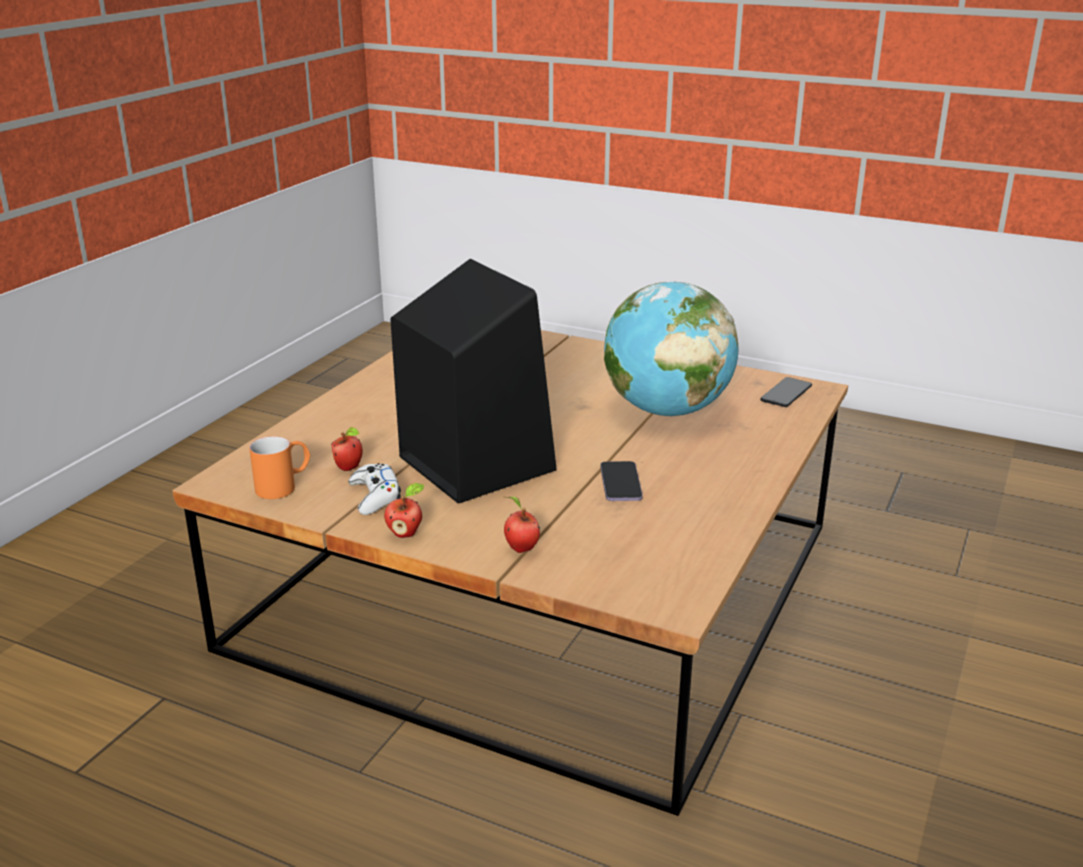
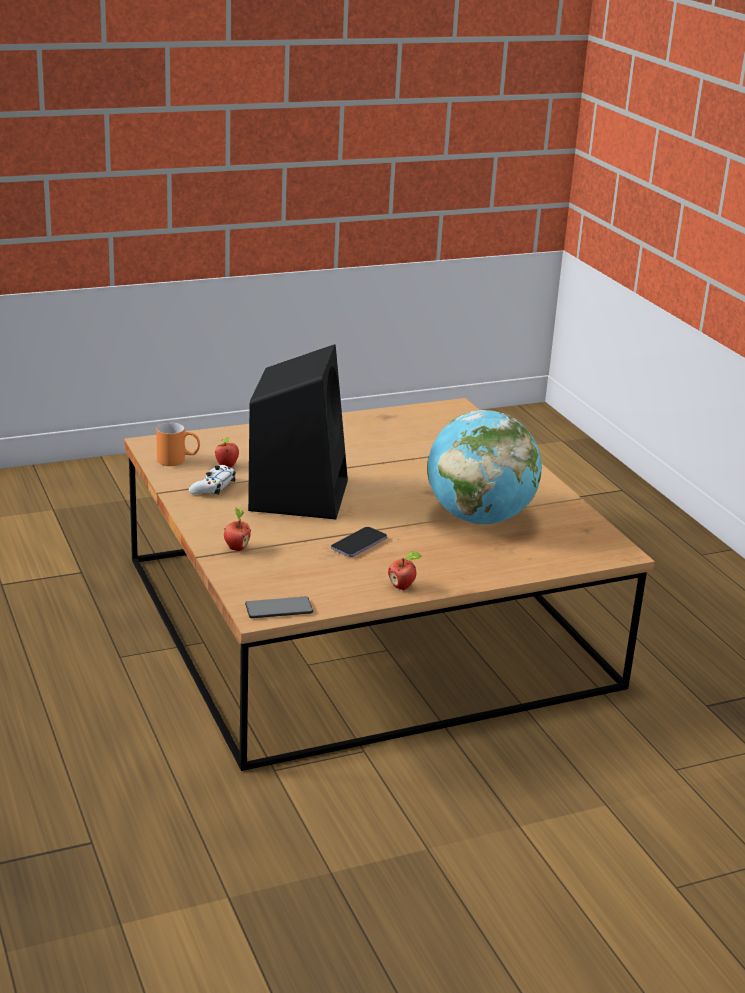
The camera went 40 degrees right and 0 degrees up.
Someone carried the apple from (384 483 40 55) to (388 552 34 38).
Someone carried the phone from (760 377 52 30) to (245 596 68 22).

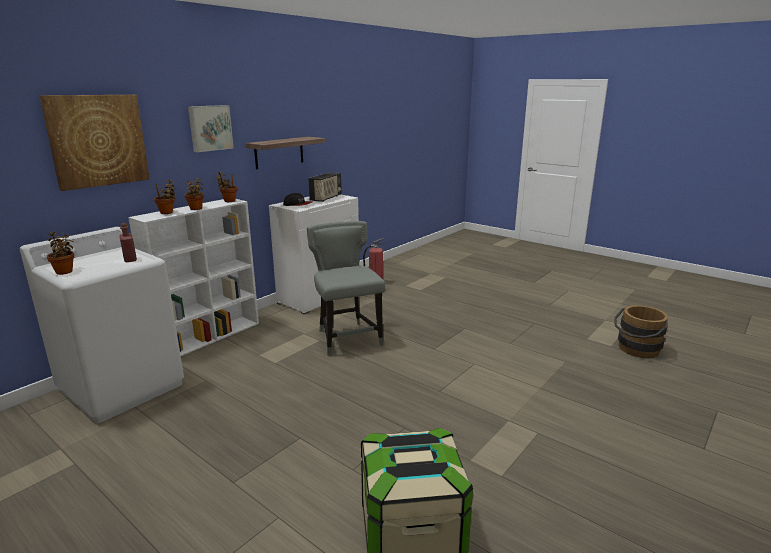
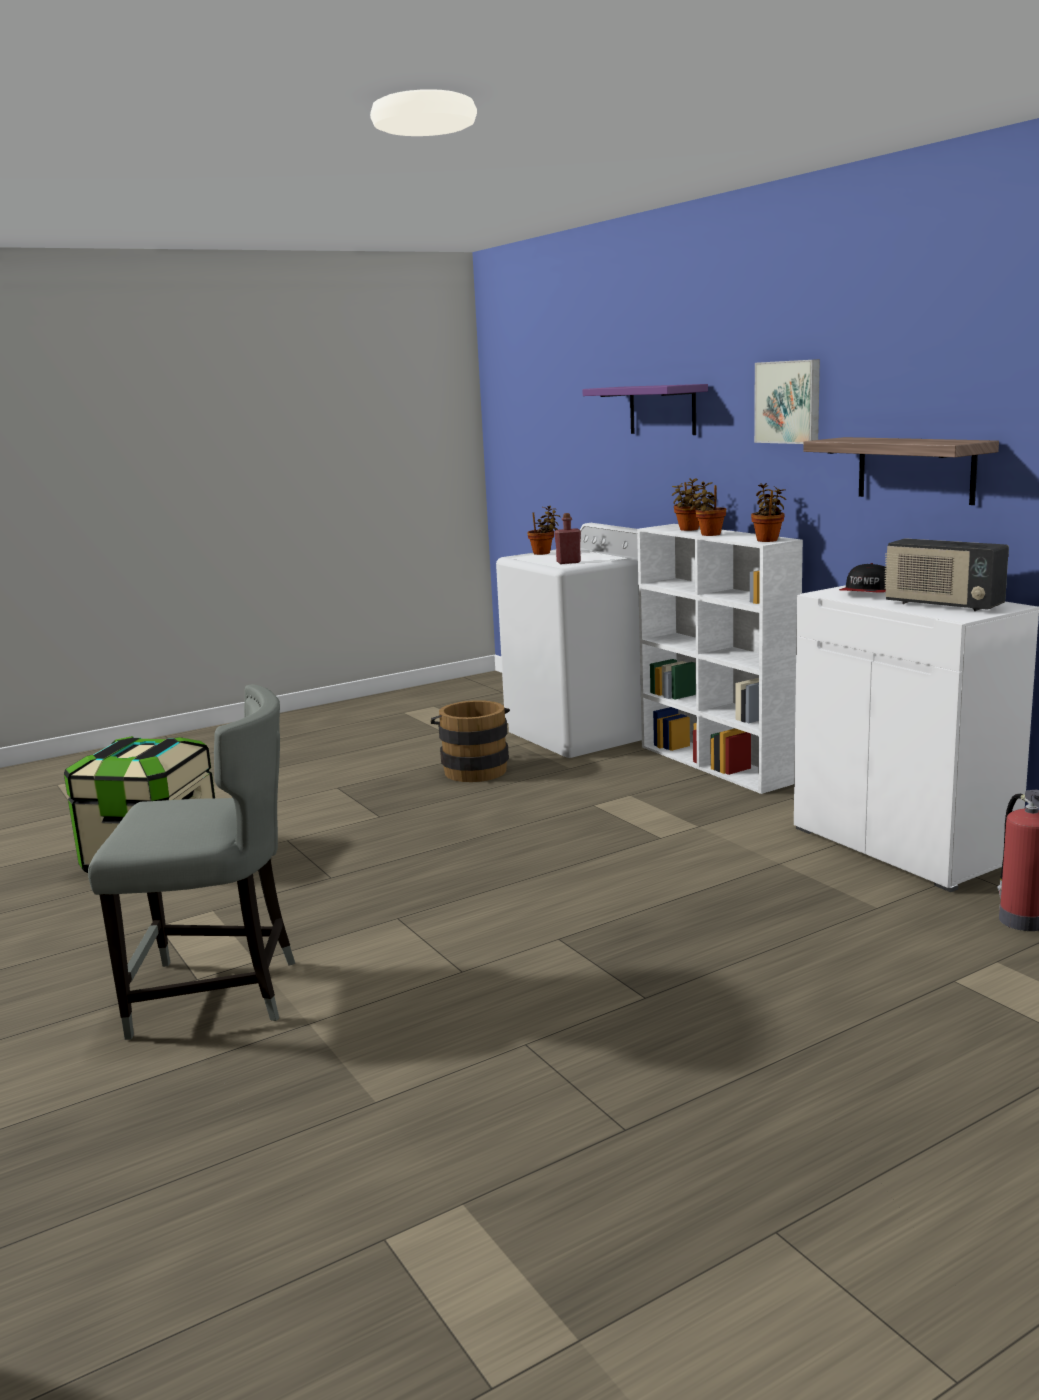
The camera went 110 degrees right and 5 degrees down.
Someone swapped the picture at (39 95 111 96) for the purple shelf at (582 384 126 51).
Someone carried the grey chair from (307 221 78 135) to (88 684 207 356).
Someone carried the brown bucket from (614 305 54 53) to (431 700 79 82).

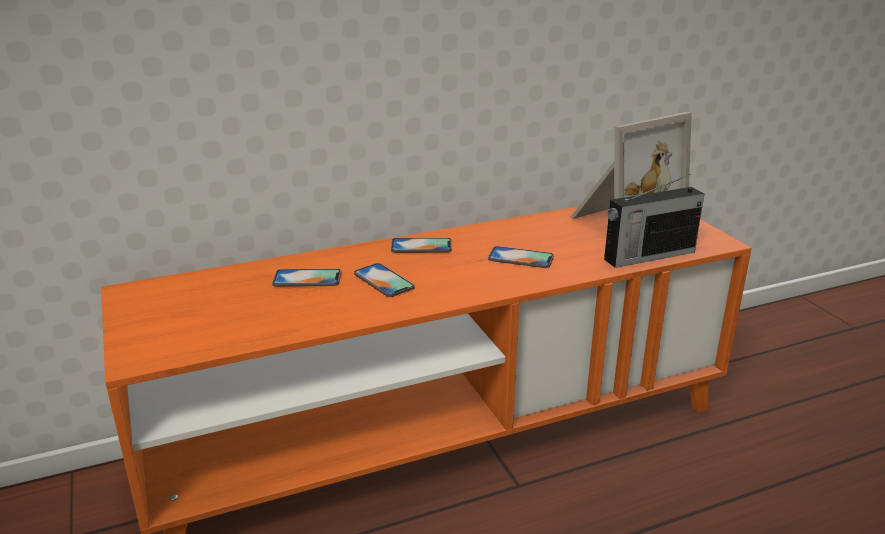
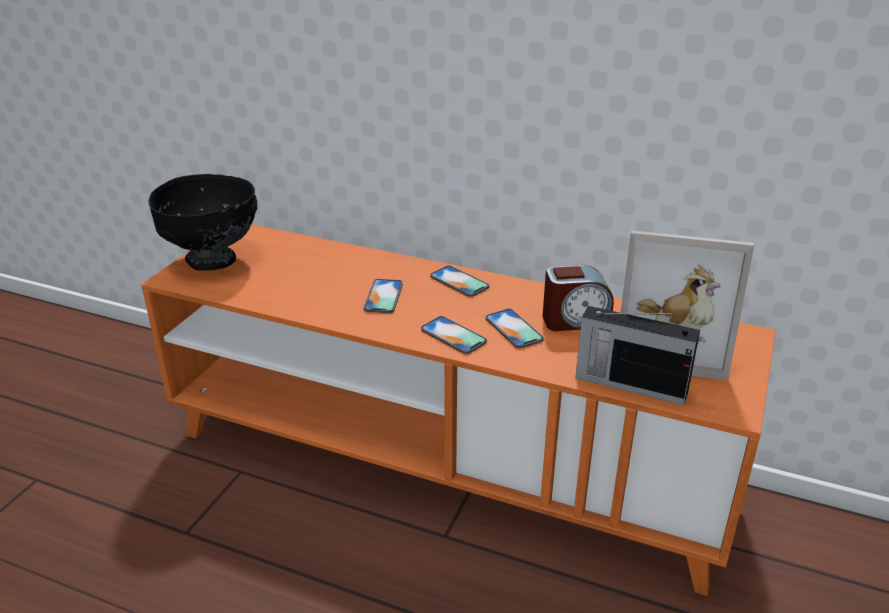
The camera went 45 degrees right and 5 degrees up.
Someone carried the phone from (272 269 69 18) to (421 316 66 38).
Someone put down the black bowl at (148 174 109 97).
Someone put down the alarm clock at (543 265 71 66).

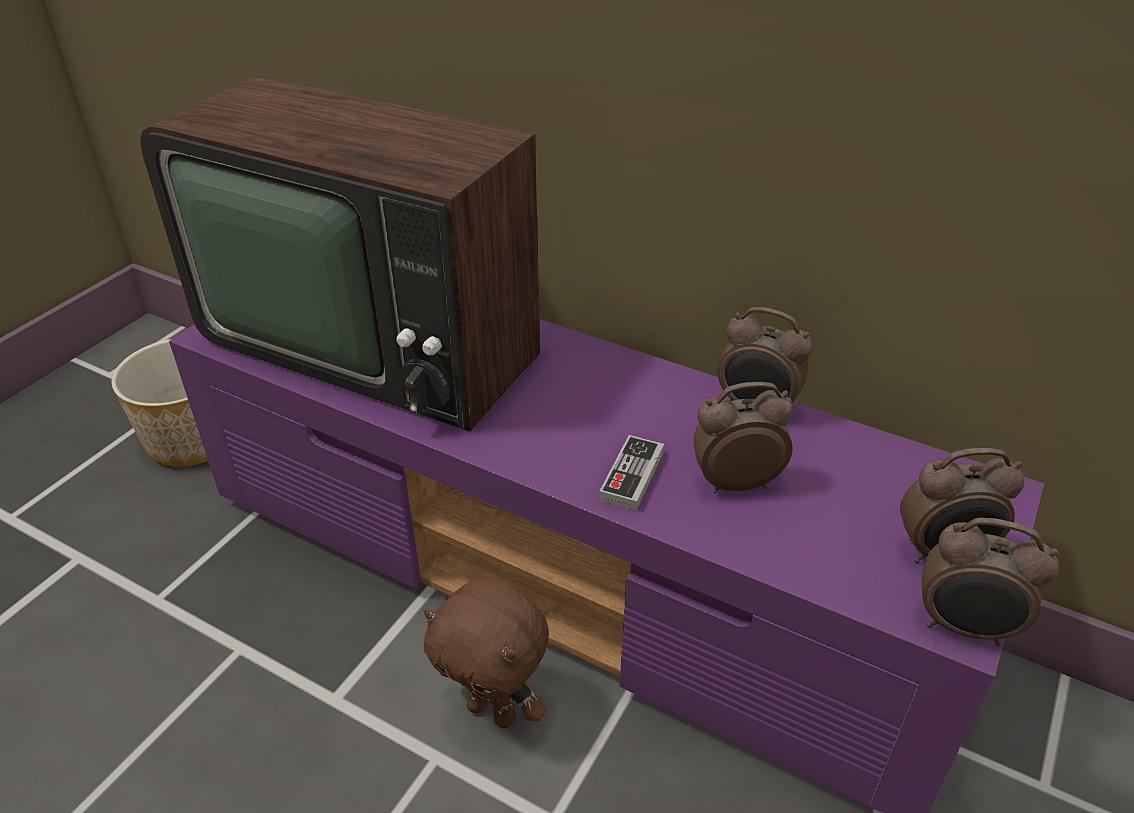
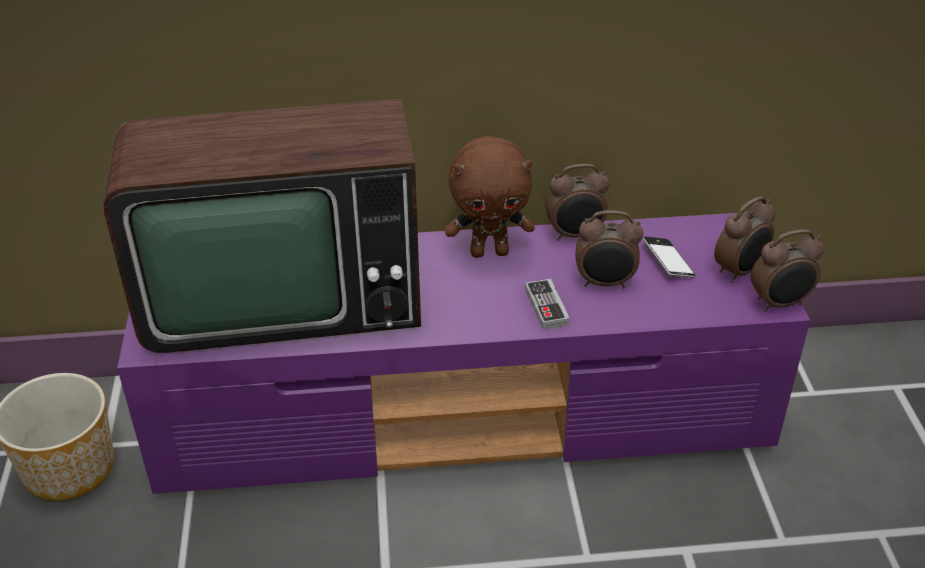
The camera went 35 degrees left and 0 degrees up.
Someone carried the brown plush toy from (423 578 126 150) to (445 136 90 122).
Someone rotated the alarm clock at (693 382 100 111) by 135 degrees counterclockwise.
Someone put down the phone at (643 236 53 42).

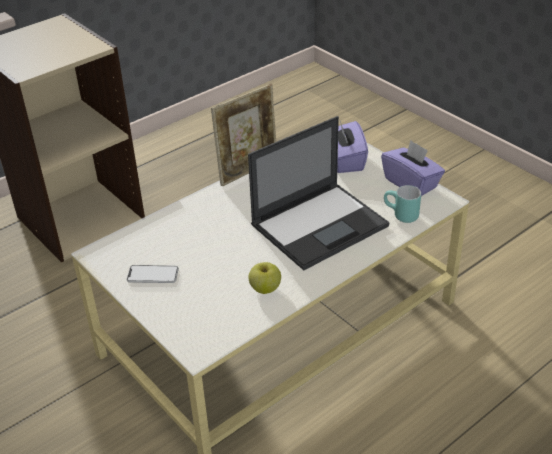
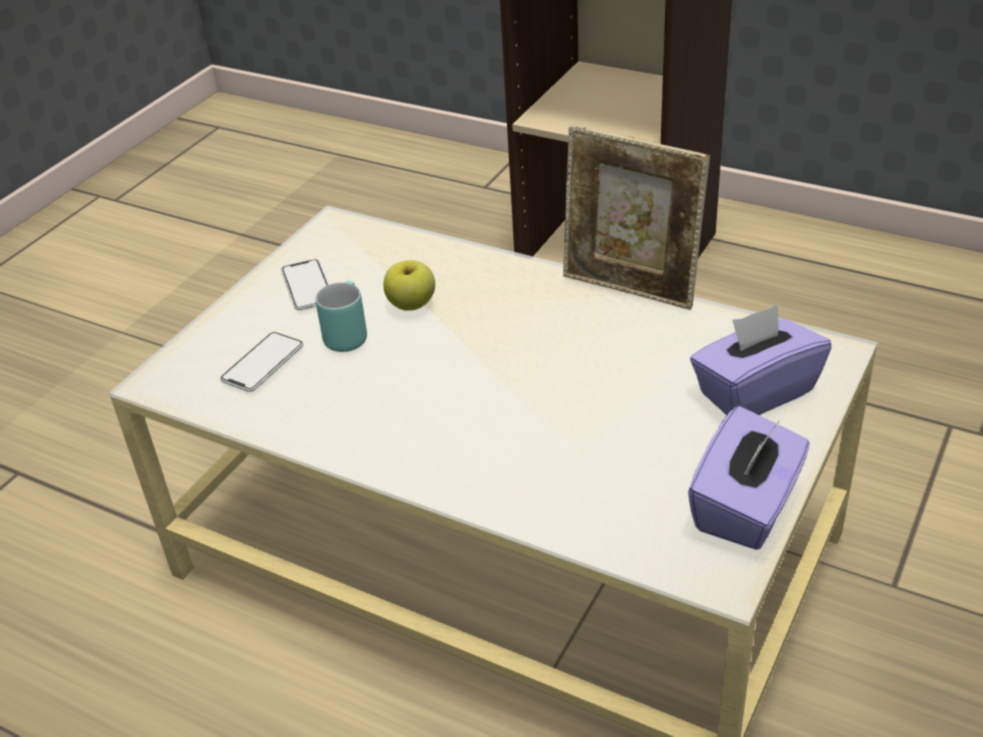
The camera went 70 degrees right and 0 degrees up.
Someone took away the laptop at (248 116 141 154).
Someone carried the apple from (249 262 32 32) to (383 260 52 51).
Someone carried the turquoise mug from (384 185 37 38) to (315 281 52 71).
Someone put down the phone at (220 332 83 60).

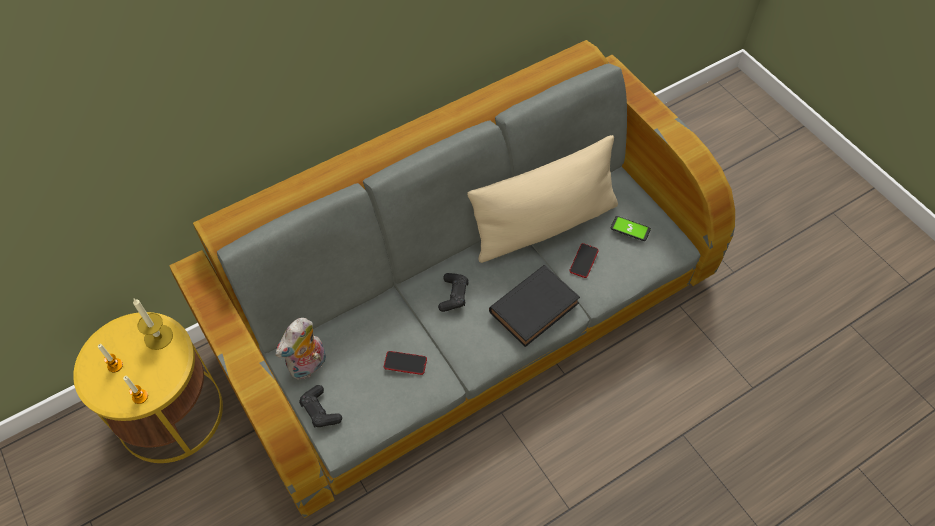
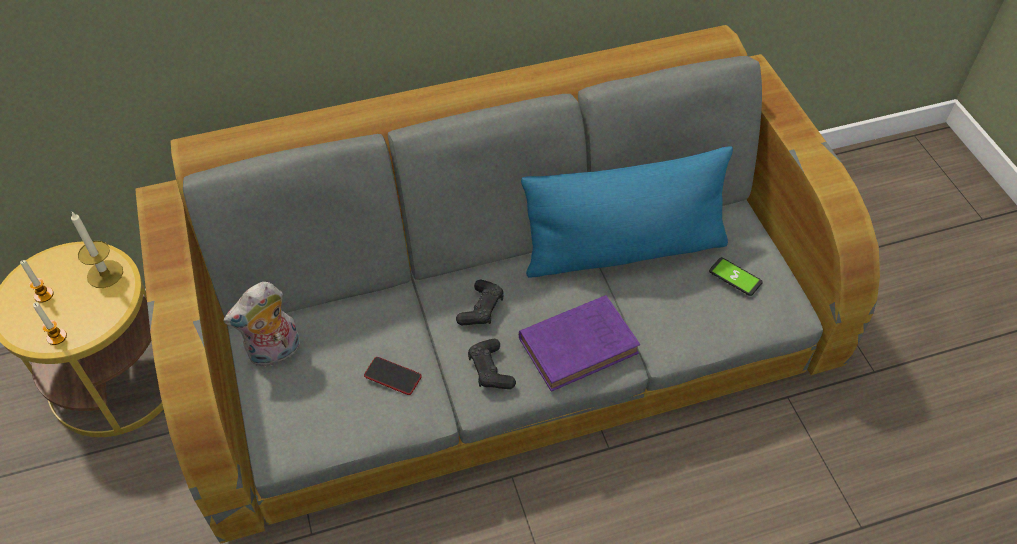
The camera went 15 degrees right and 5 degrees down.
Someone carried the black game controller from (299 385 43 42) to (468 339 48 50).
Someone repainted the beige pillow at (467 135 151 128), which became the blue pillow at (521 146 212 132).
Someone repainted the black book at (489 265 91 82), which became the purple book at (519 295 121 97).
Someone took away the phone at (569 243 30 35).

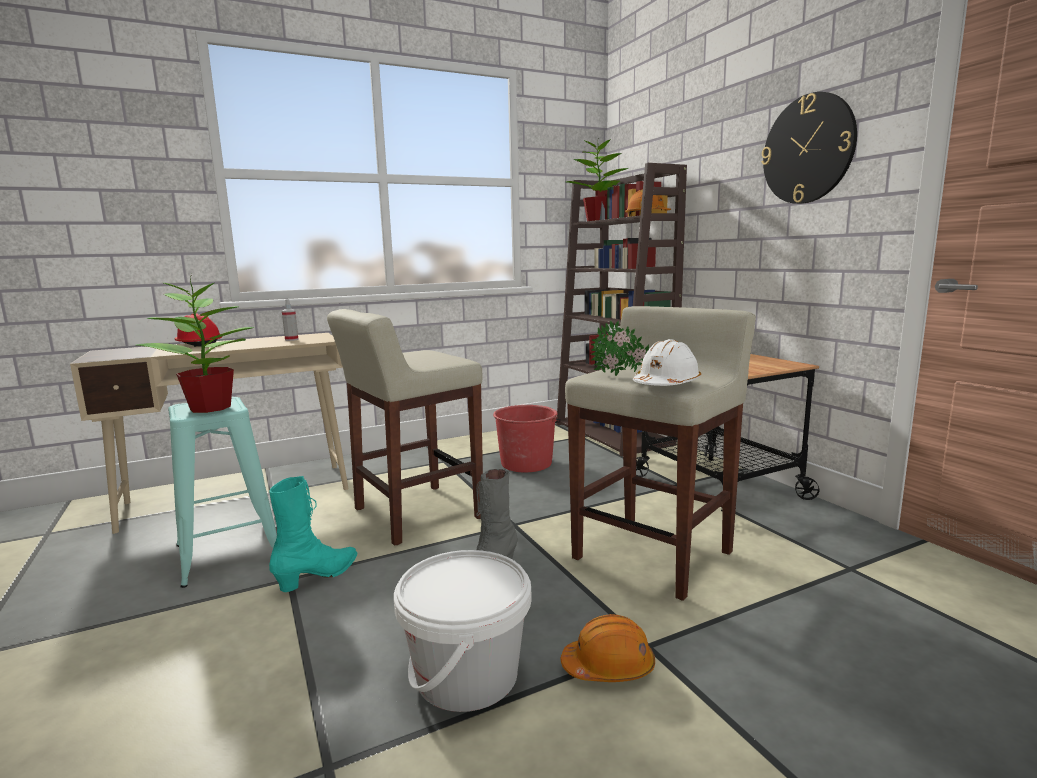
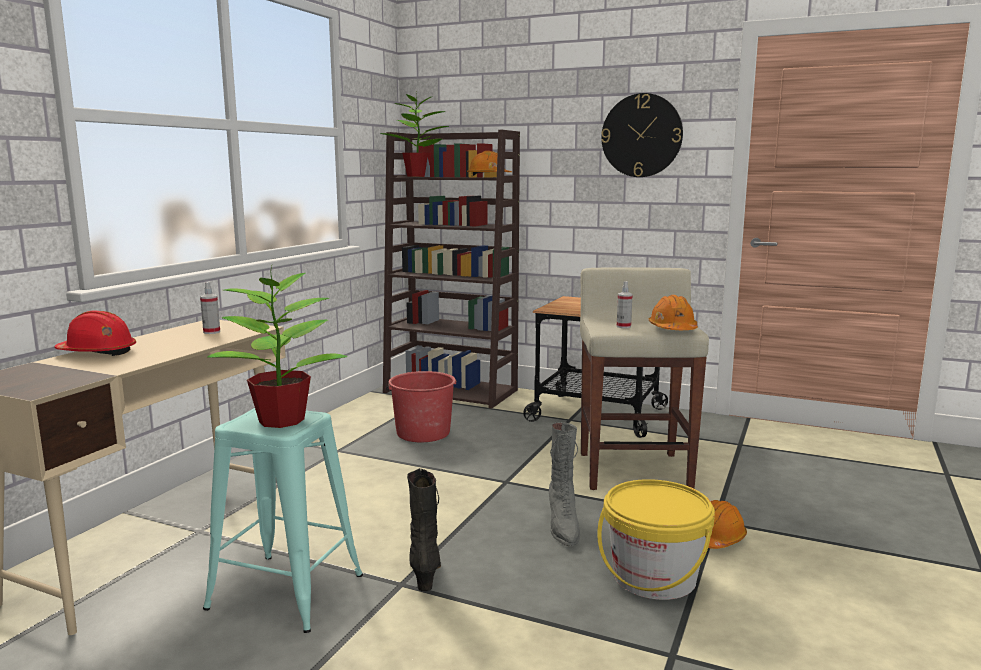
The camera went 40 degrees left and 0 degrees up.
Someone repainted the turquoise boot at (269 476 89 116), which became the black boot at (407 468 34 123).
Someone took away the beige stool at (327 309 156 237).
Someone repainted the white bucket at (394 550 138 162), which became the yellow bucket at (597 479 118 121).
Someone swapped the potted plant at (591 321 58 55) for the spray bottle at (617 281 16 47).
Someone repainted the white hard hat at (633 339 69 47), which became the orange hard hat at (649 295 49 35).

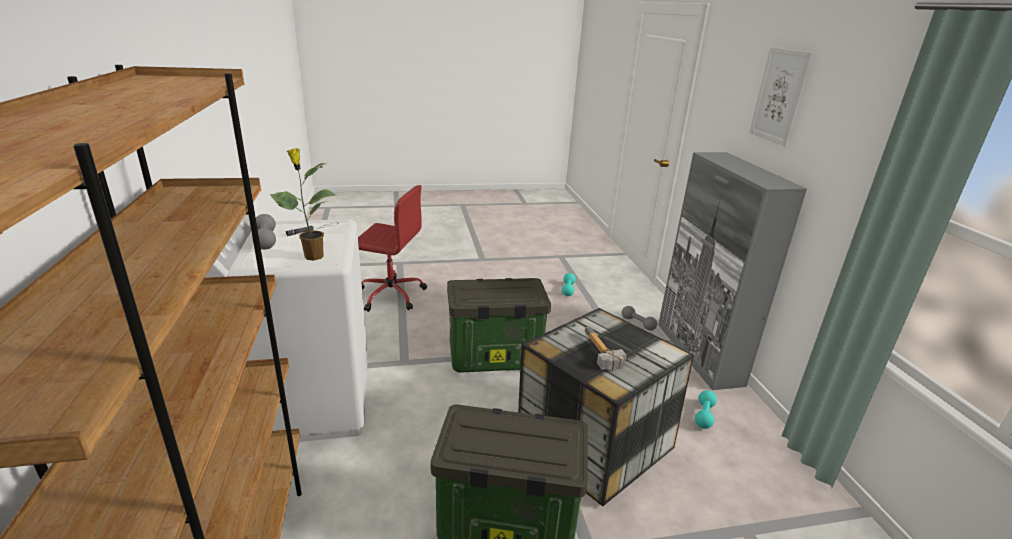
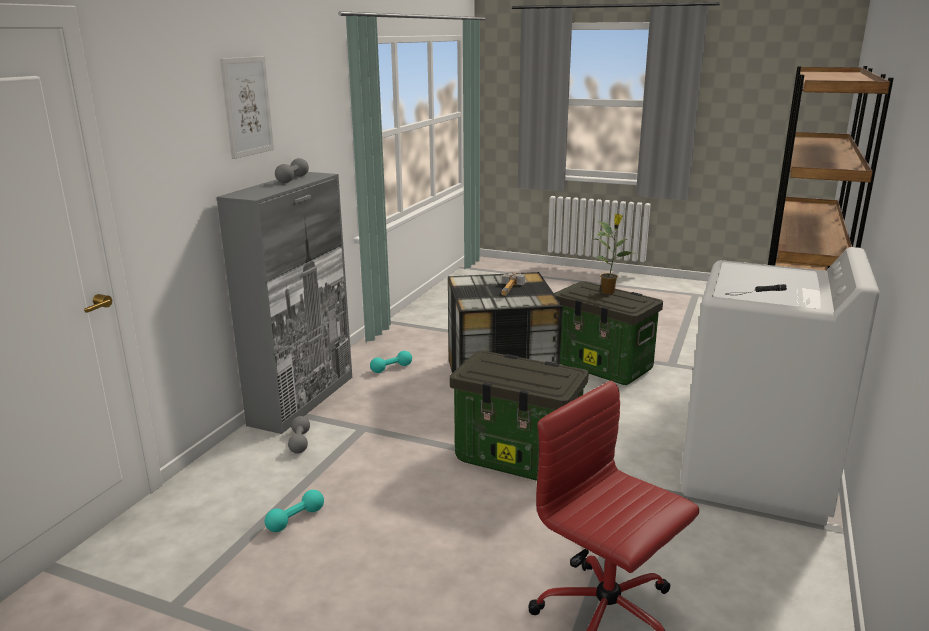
The camera went 145 degrees left and 5 degrees down.
Someone carried the grey dumbbell from (252 214 24 36) to (275 158 34 25).
Someone carried the potted plant from (270 148 66 112) to (595 214 40 80).

